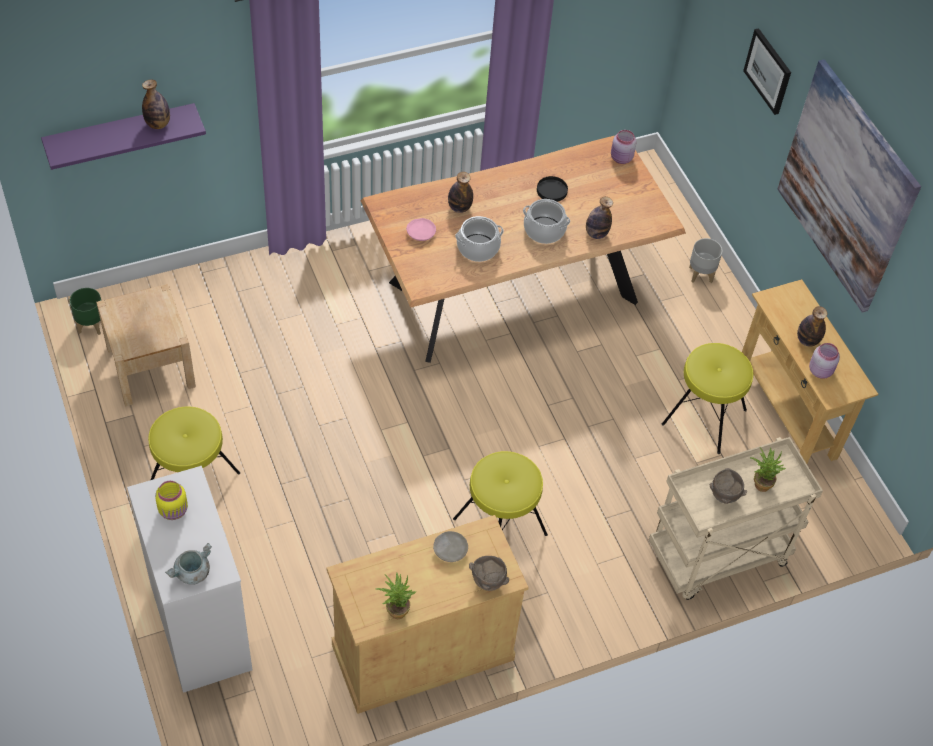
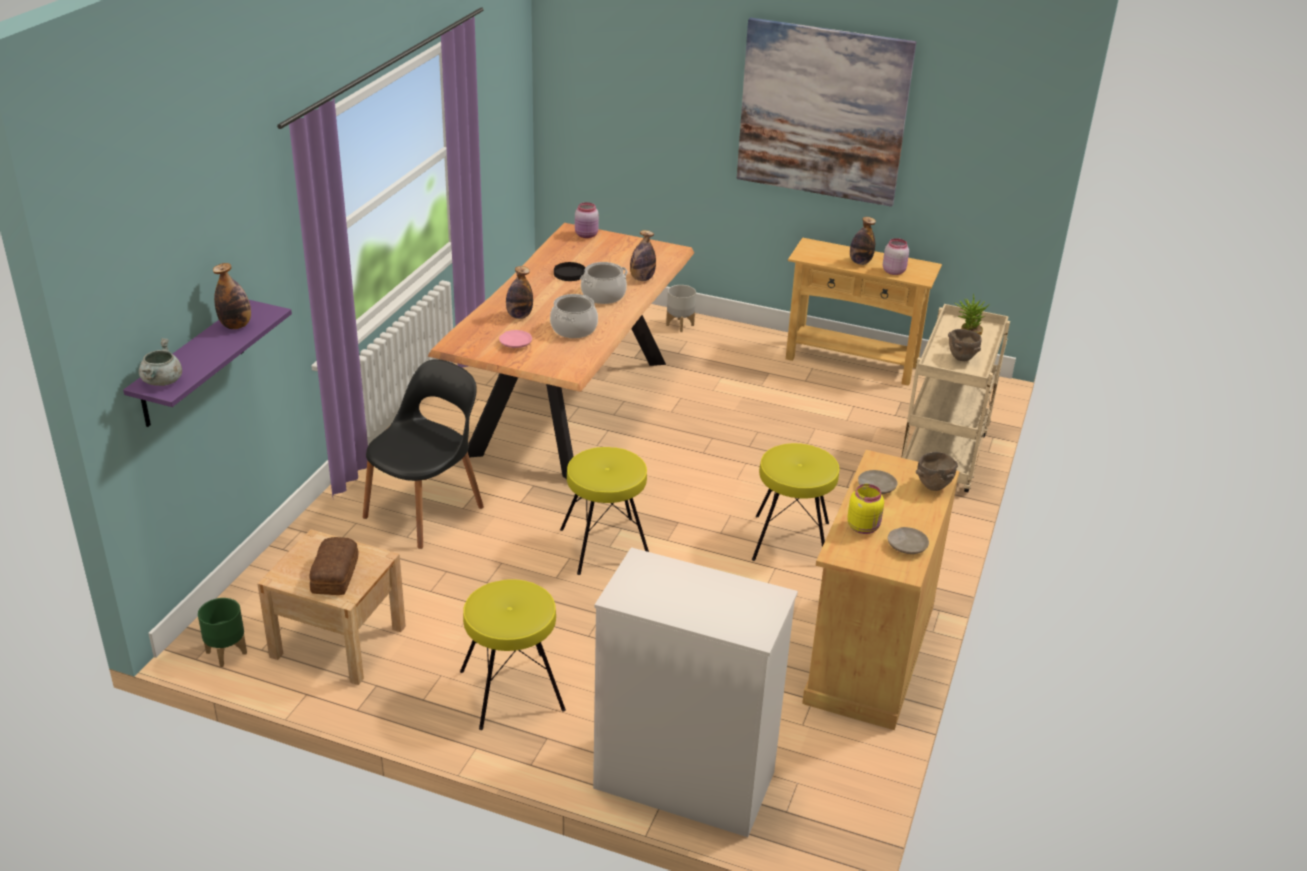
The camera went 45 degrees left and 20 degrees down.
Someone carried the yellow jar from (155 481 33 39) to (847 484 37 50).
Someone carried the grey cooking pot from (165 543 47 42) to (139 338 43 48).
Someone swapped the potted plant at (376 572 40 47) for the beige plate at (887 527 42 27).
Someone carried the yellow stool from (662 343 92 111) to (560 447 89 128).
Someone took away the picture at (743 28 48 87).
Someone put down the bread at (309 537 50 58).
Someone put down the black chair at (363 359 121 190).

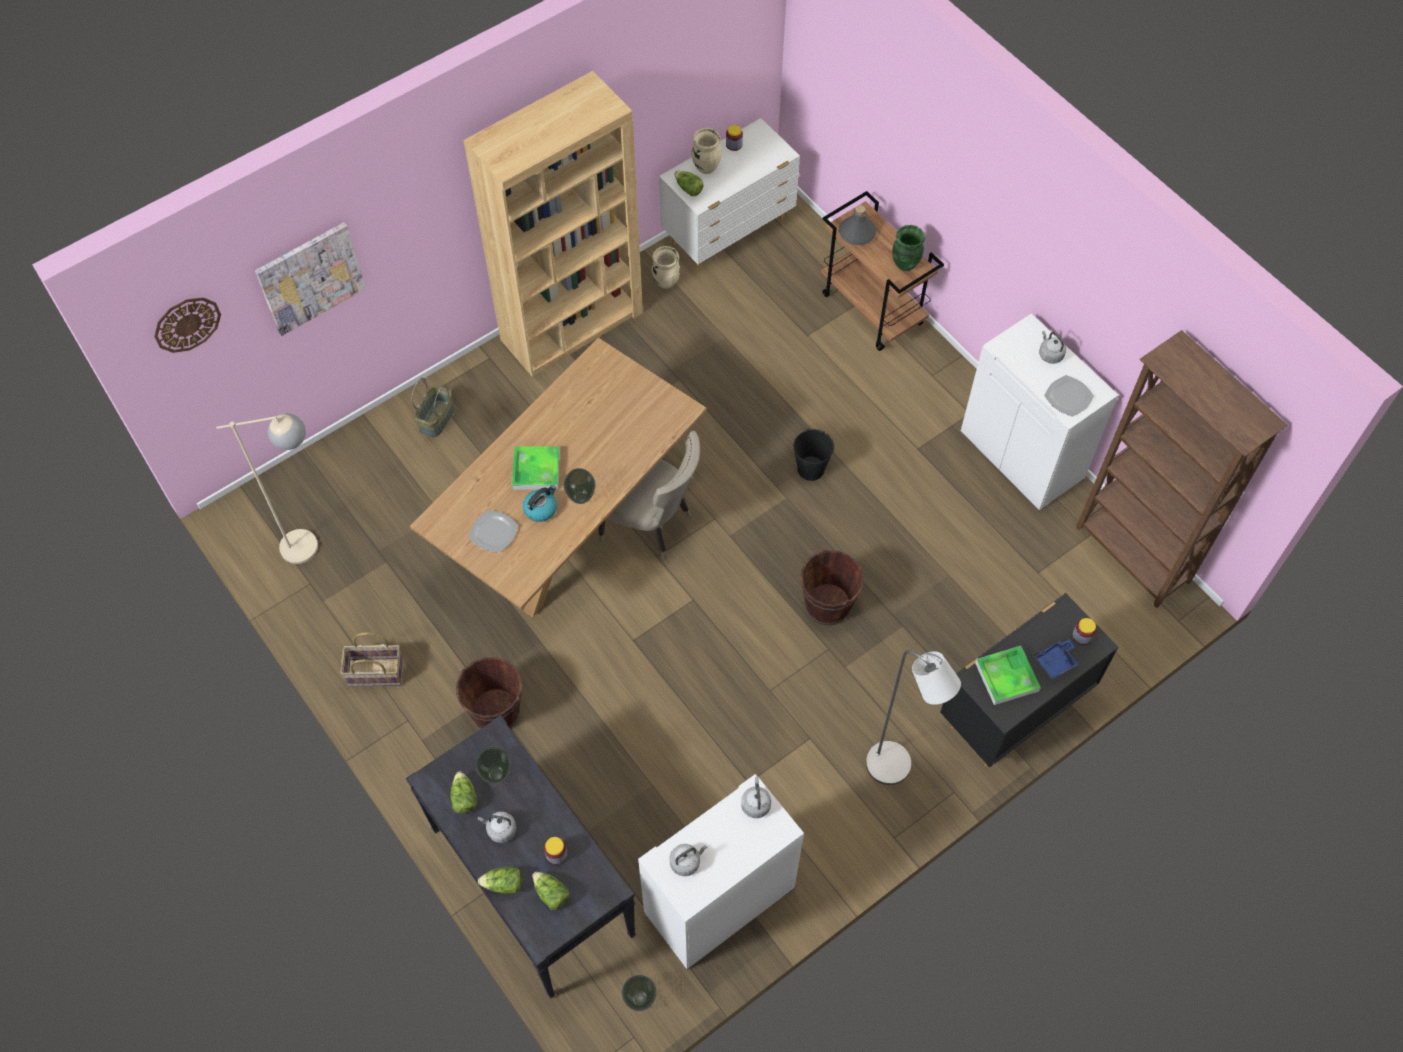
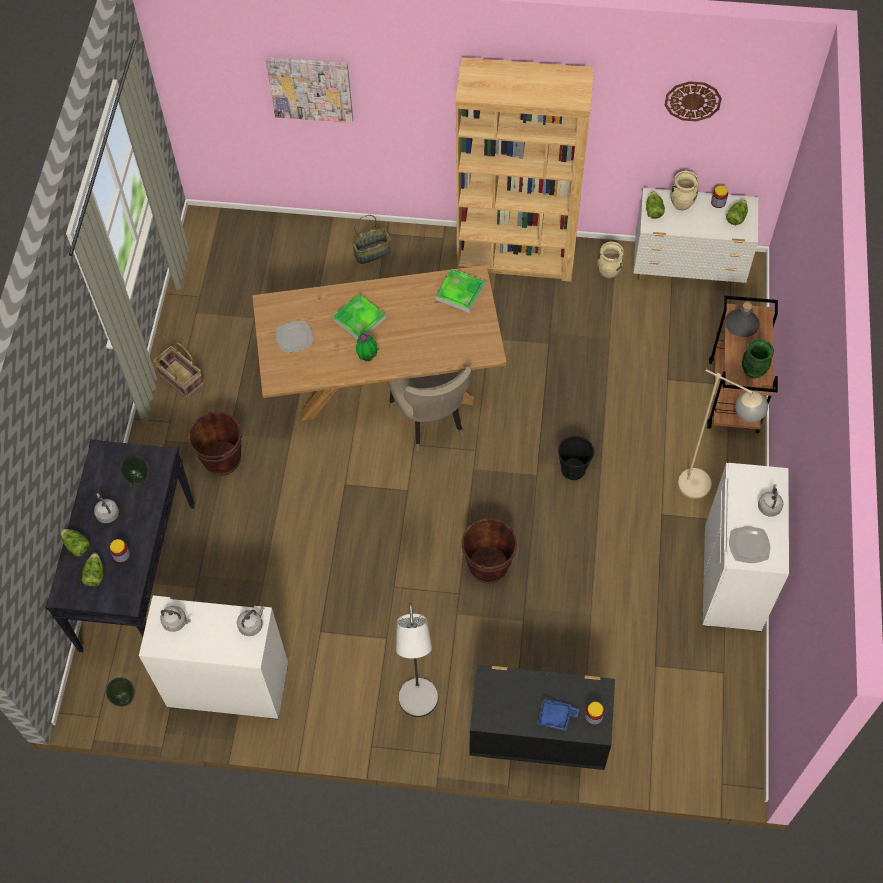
The camera went 45 degrees right and 0 degrees up.
Someone carried the wall clock from (154 297 67 56) to (665 81 57 40).
Someone carried the beige floor lamp from (216 413 102 151) to (678 369 90 130).
Someone carried the lettuce from (450 771 28 42) to (726 200 22 25).
Someone took away the kettle at (523 485 34 37).
Someone swapped the vase at (564 468 32 36) for the potted plant at (356 333 23 28).
Someone carried the tray from (975 646 66 59) to (436 268 49 45).
Someone took away the brown bookcase at (1076 330 212 278).

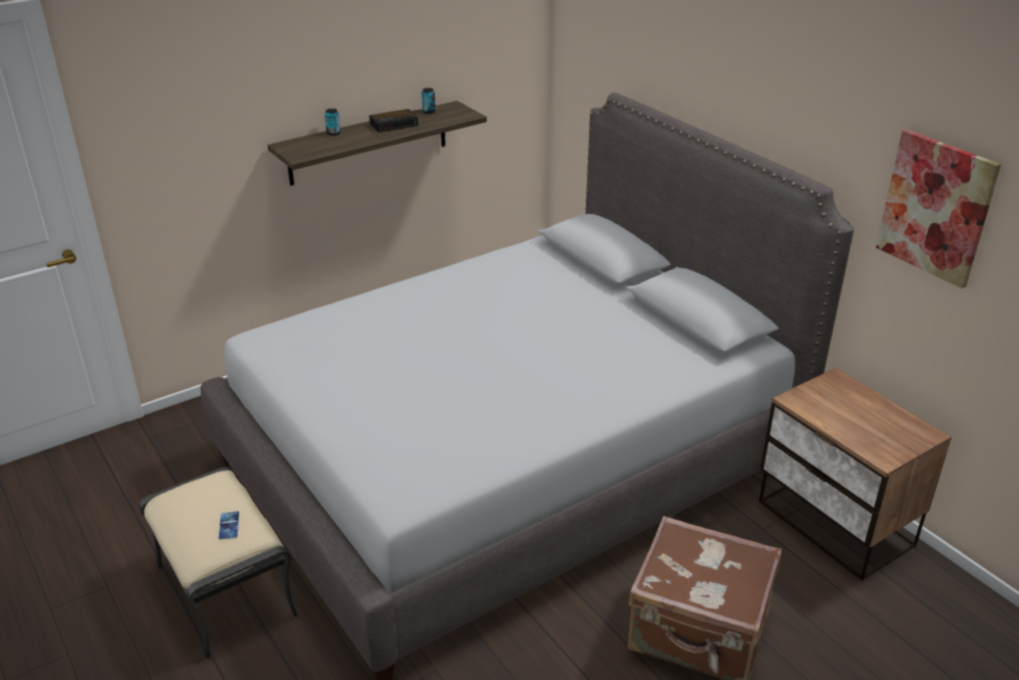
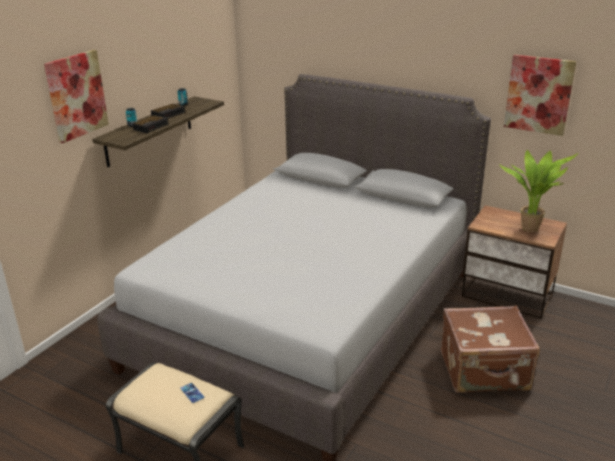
The camera went 25 degrees left and 5 degrees down.
Someone put up the picture at (44 50 65 93).
Someone put down the alarm clock at (133 115 36 18).
Someone put down the potted plant at (499 150 79 82).

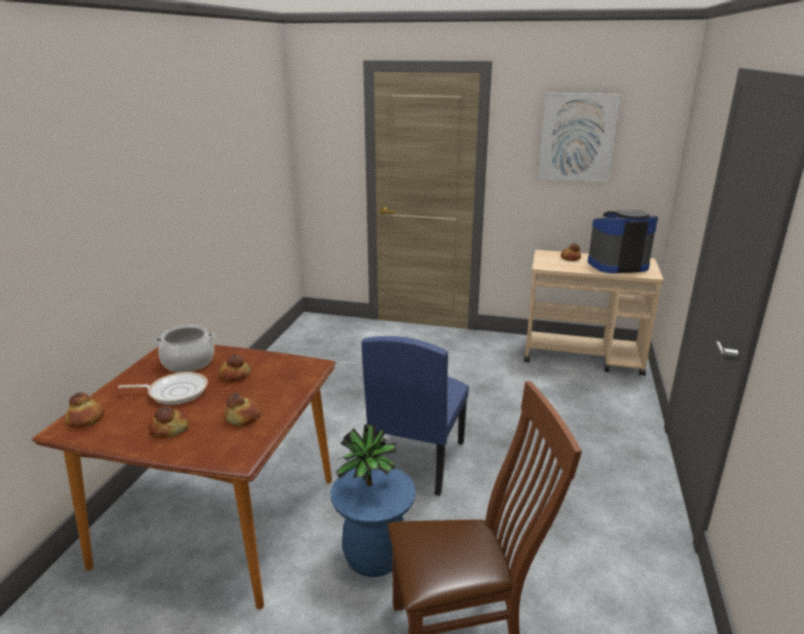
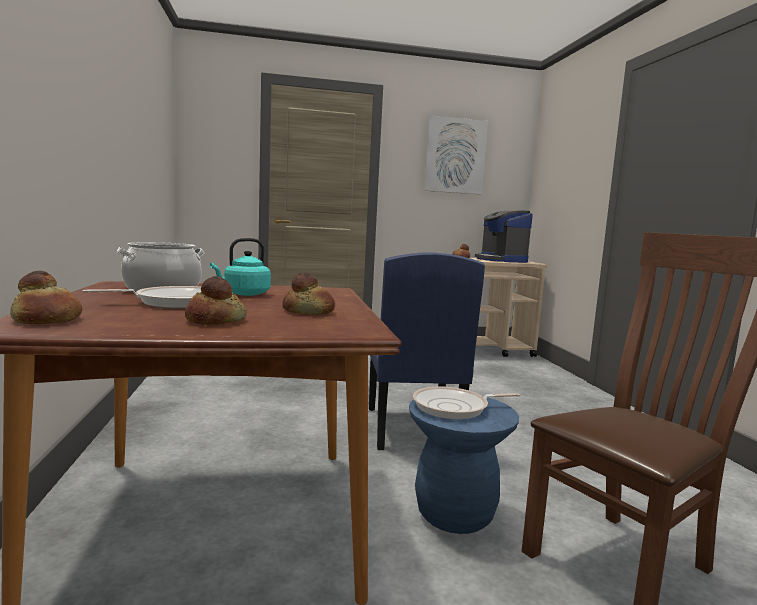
The camera went 25 degrees left and 15 degrees down.
Someone swapped the bread at (218 354 32 28) for the turquoise kettle at (210 238 61 58).
Someone swapped the potted plant at (337 425 60 61) for the frying pan at (413 387 107 32).
Someone rotated the coffee machine at (588 210 70 63) by 75 degrees counterclockwise.

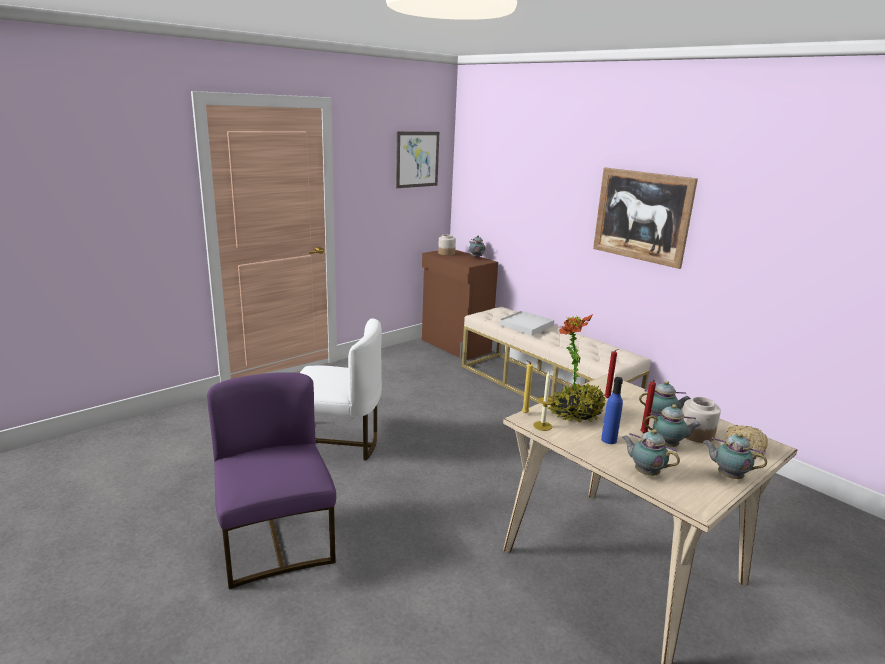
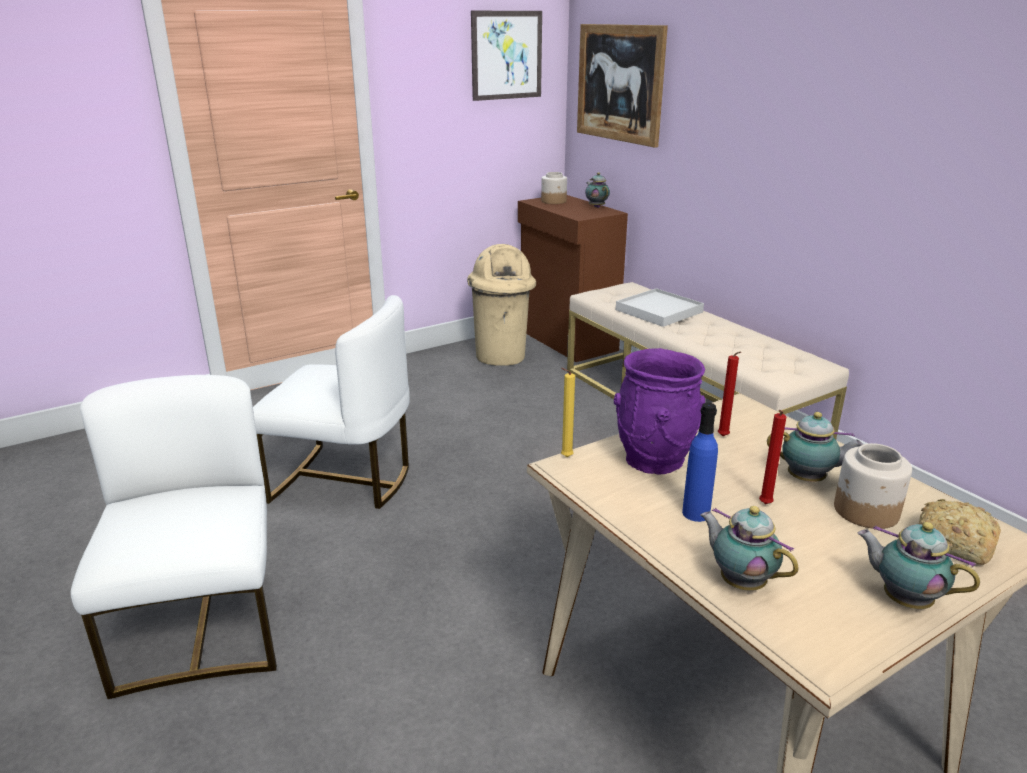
The camera went 10 degrees right and 5 degrees up.
Someone repainted the purple chair at (207 372 129 217), which became the white chair at (71 375 206 324).
Someone took away the candle at (533 371 21 60).
Someone swapped the potted plant at (547 314 58 109) for the purple vase at (614 348 91 127).
Someone carried the picture from (593 168 105 101) to (577 24 91 124).
Someone took away the teapot at (644 404 57 43).
Someone put down the beige trash can at (467 244 69 122).

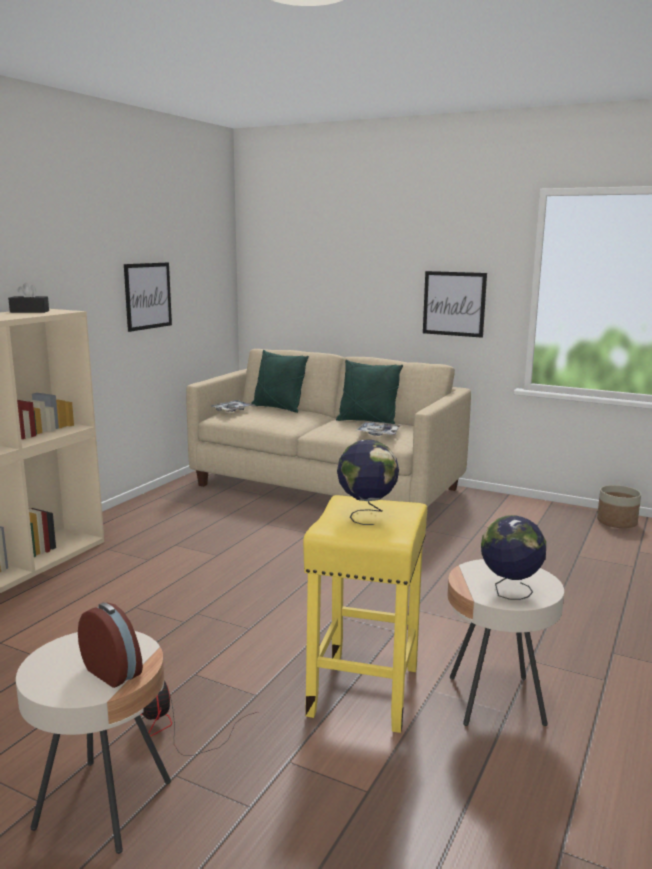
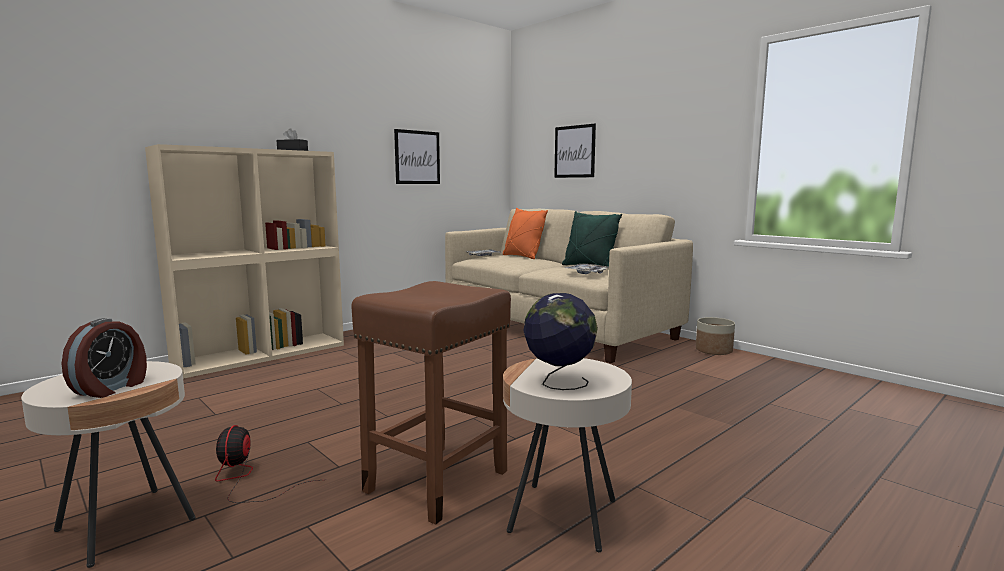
The camera went 20 degrees right and 5 degrees down.
Someone rotated the alarm clock at (78 602 65 86) by 45 degrees clockwise.
Someone repainted the green pillow at (251 350 58 63), which became the orange pillow at (503 208 45 51).
Someone repainted the yellow stool at (303 495 124 238), which became the brown stool at (351 281 160 244).
Someone took away the globe at (337 440 62 85).
Someone carried the picture from (423 271 64 67) to (554 124 42 54).
Someone carried the planter from (597 485 44 43) to (696 317 39 38).

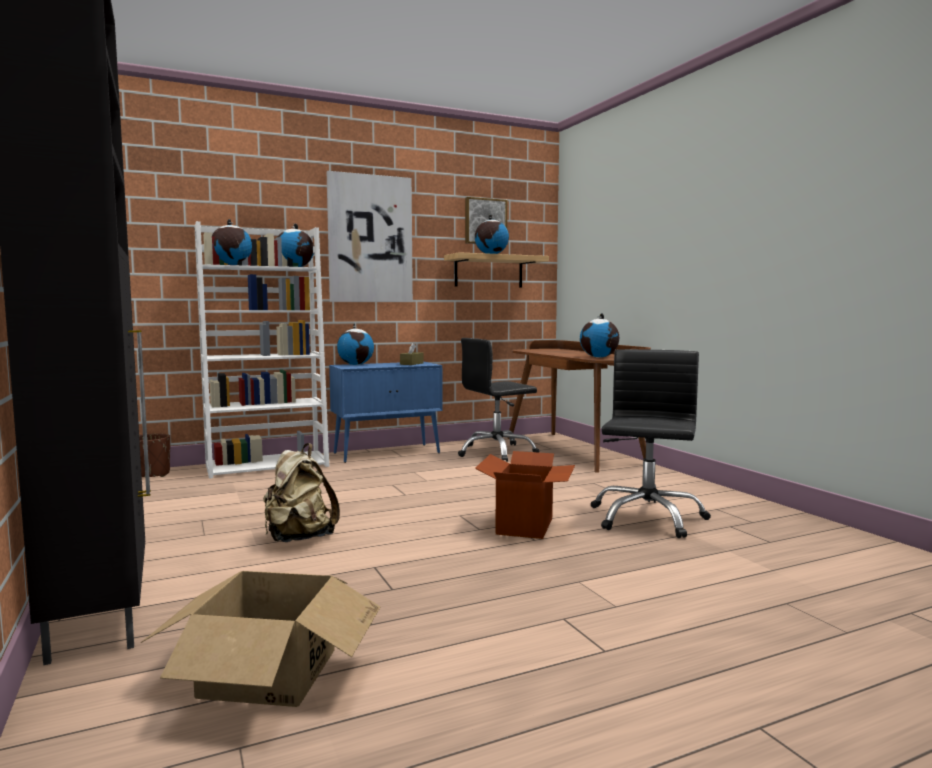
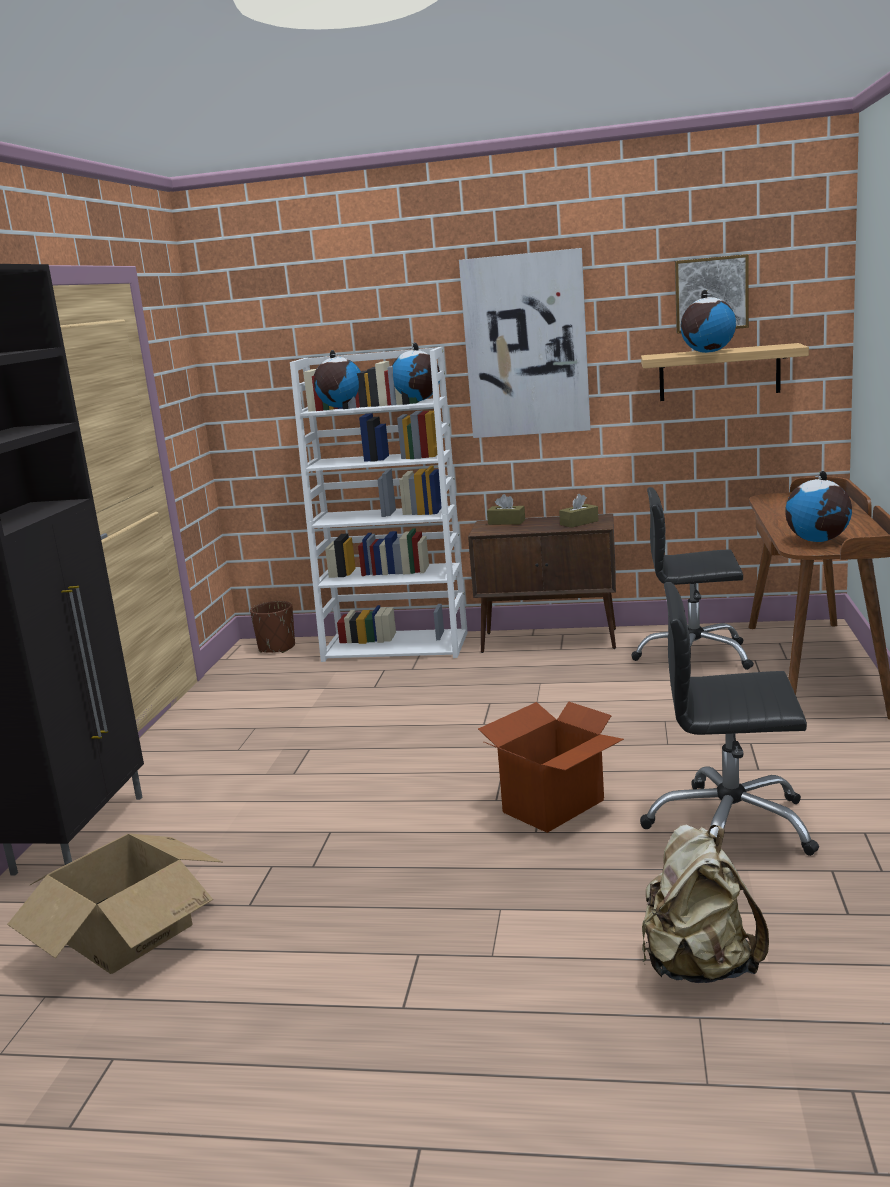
The camera went 35 degrees right and 10 degrees up.
Someone carried the beige backpack from (263 443 77 99) to (642 825 127 158).
Someone repainted the blue cabinet at (329 362 114 101), which became the brown cabinet at (468 514 148 139).
Someone swapped the globe at (337 323 37 42) for the brown tissue box at (487 494 38 31).
Someone rotated the black office chair at (591 349 120 189) by 135 degrees counterclockwise.

